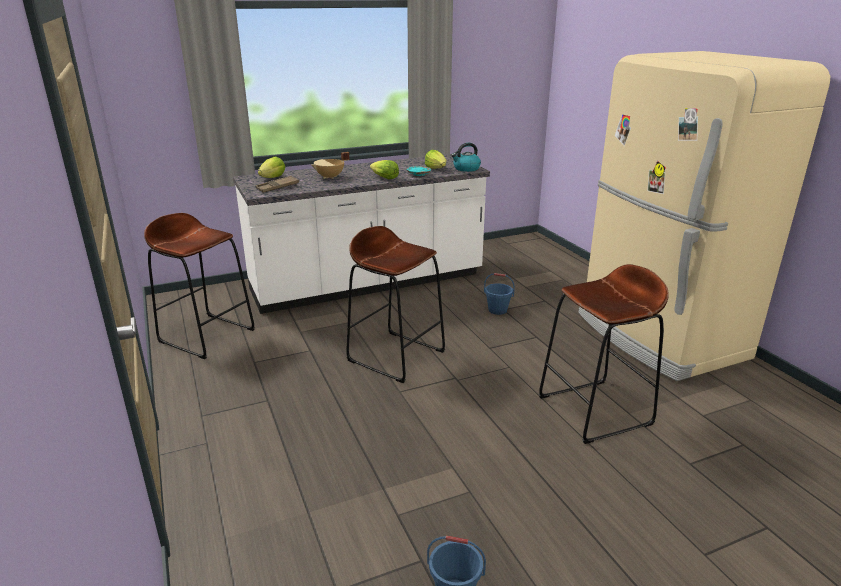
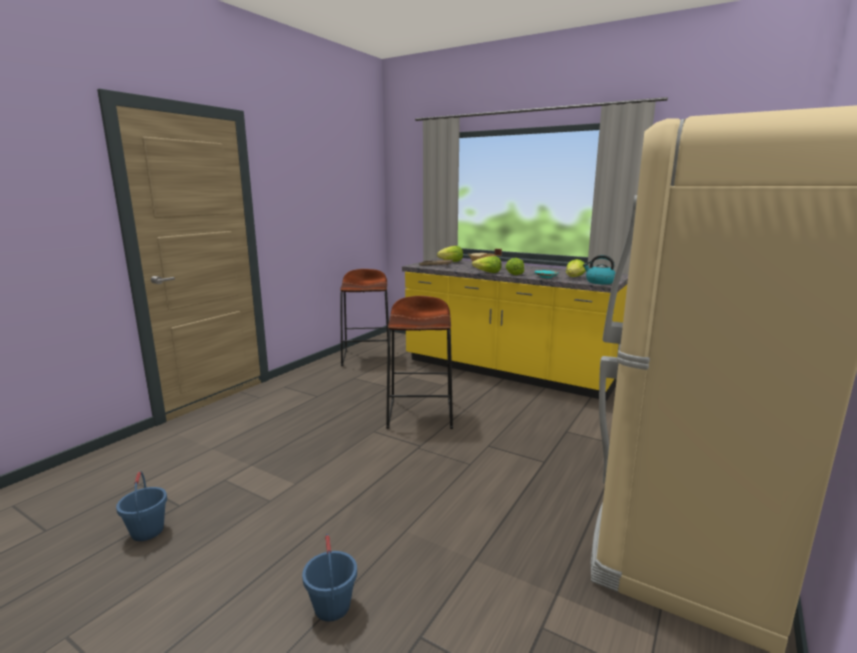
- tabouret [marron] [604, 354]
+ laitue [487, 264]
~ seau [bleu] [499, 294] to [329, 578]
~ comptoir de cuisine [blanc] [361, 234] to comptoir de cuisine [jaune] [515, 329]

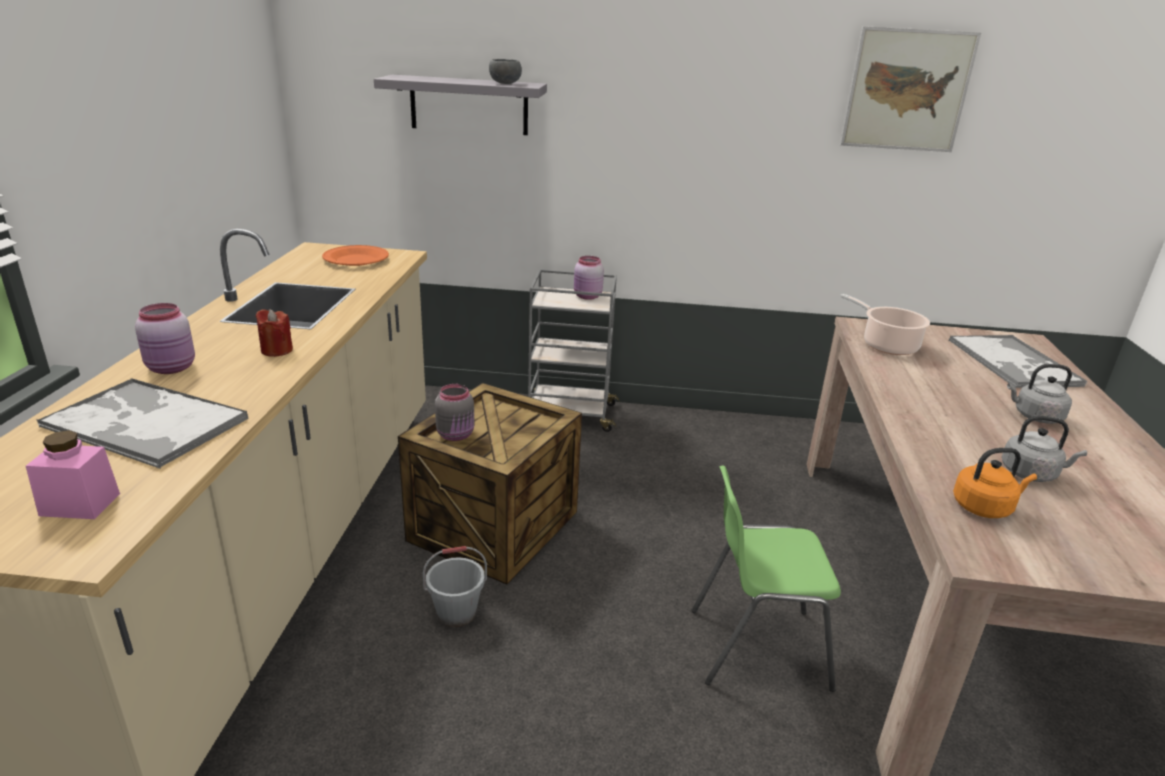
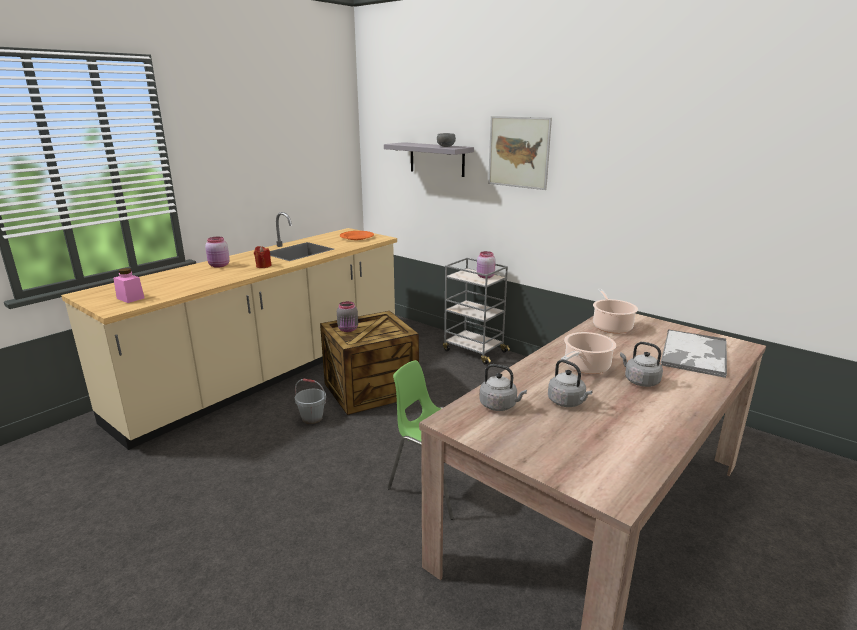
- plateau [142, 423]
+ marmite [588, 353]
~ tableau [910, 89] to [520, 153]
~ bouilloire [orange] [995, 483] to bouilloire [gris] [503, 387]

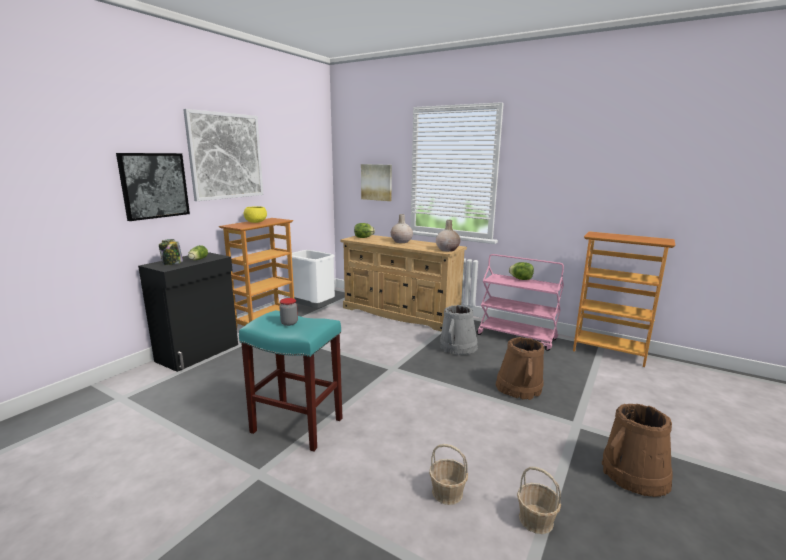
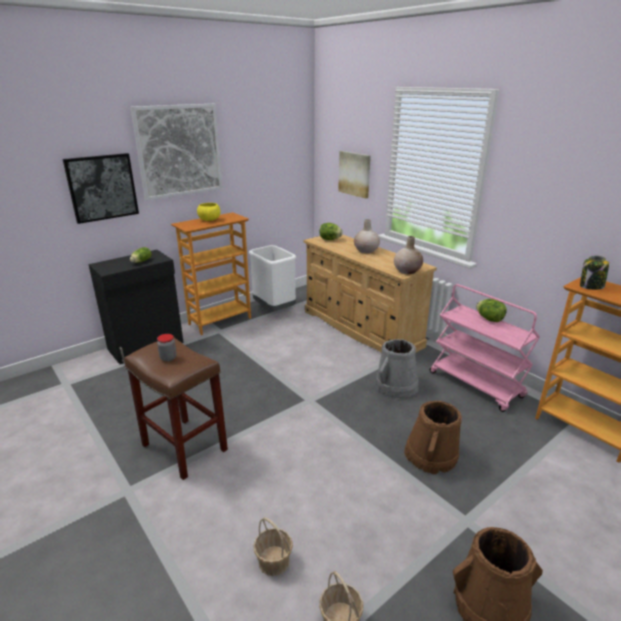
~ bocal [171, 252] to [594, 273]
~ tabouret [turquoise] [291, 381] to tabouret [marron] [176, 409]

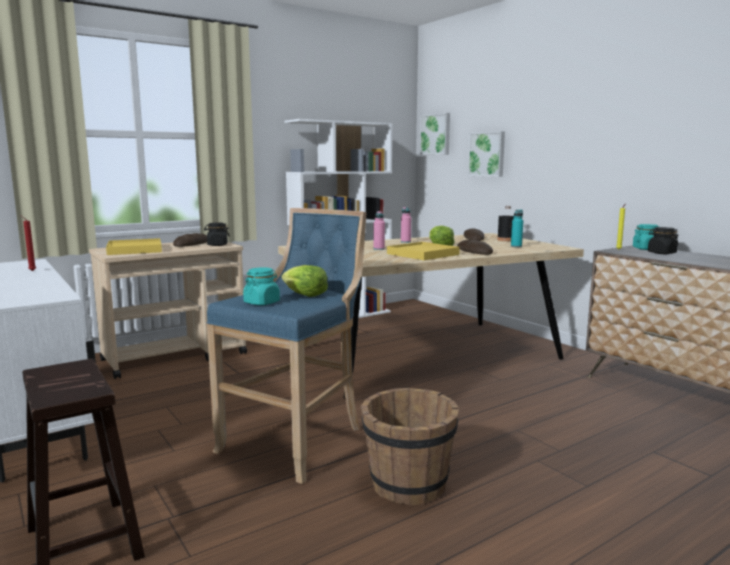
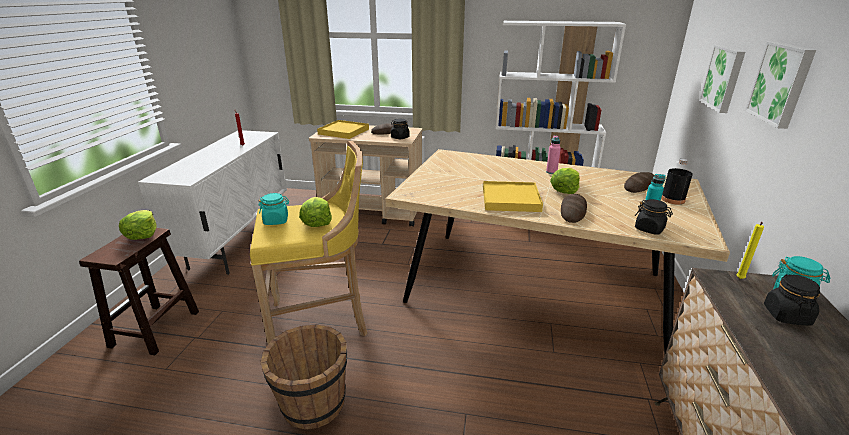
- bouteille [rose] [379, 230]
+ laitue [138, 225]
+ bocal [noir] [654, 217]
~ tableau [435, 134] to [780, 85]
~ tabouret [bleu] [287, 346] to tabouret [jaune] [308, 242]

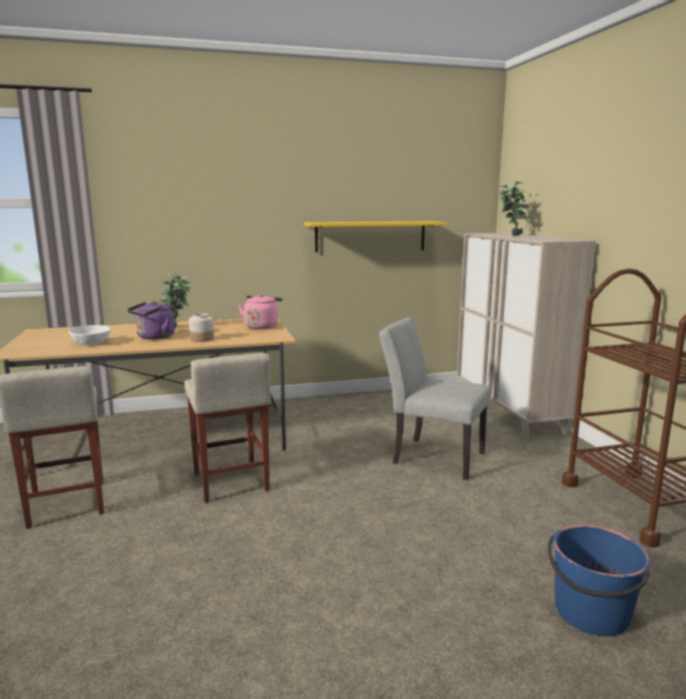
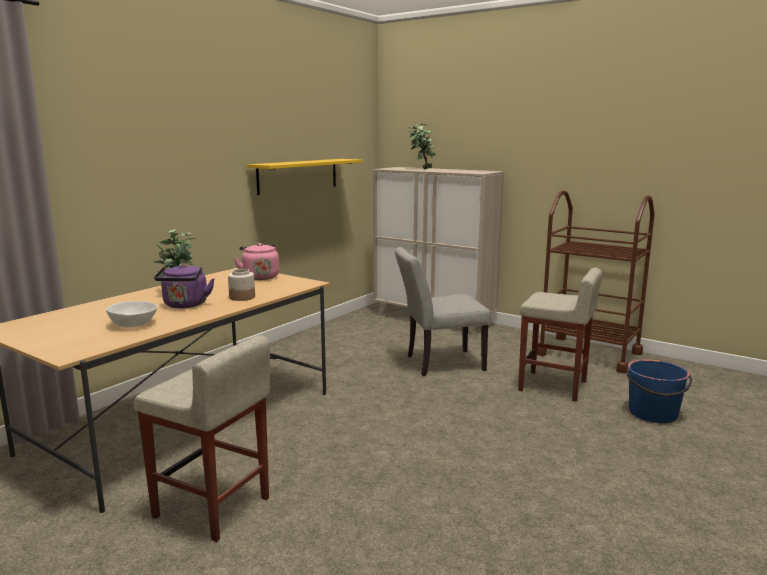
~ tabouret [beige] [227, 428] to [560, 335]

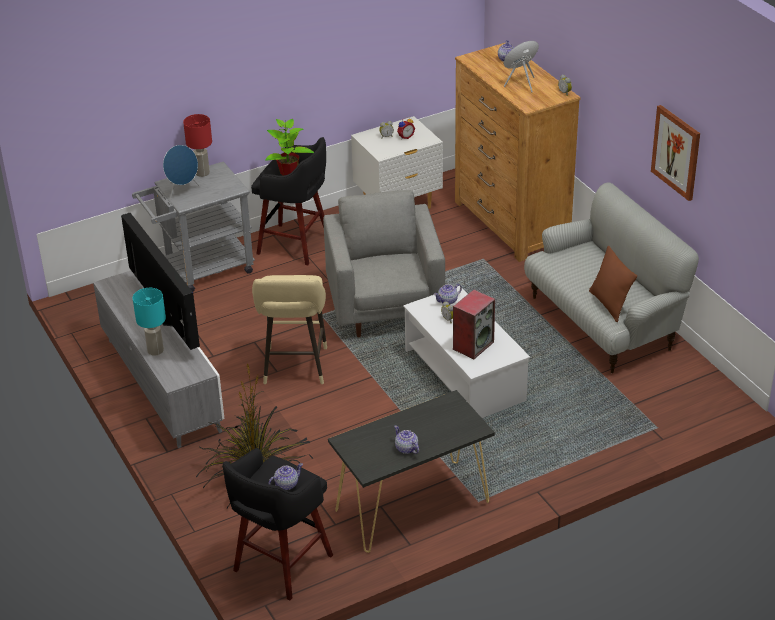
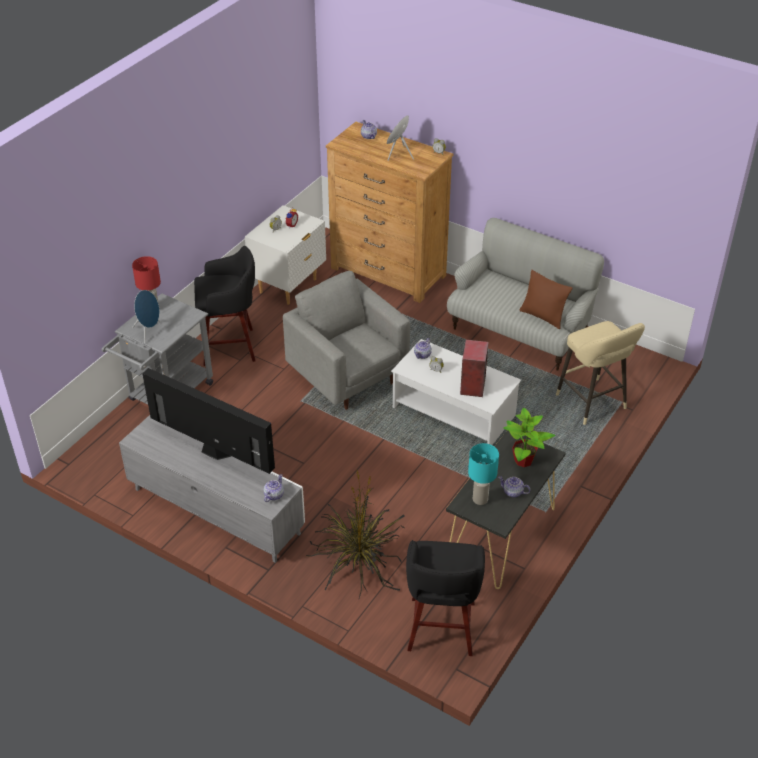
- tableau [675, 153]
~ lampe de table [turquoise] [149, 322] to [483, 474]
~ tabouret [beige] [289, 329] to [600, 373]
~ plante en pot [289, 147] to [529, 437]
~ théière [285, 476] to [274, 488]

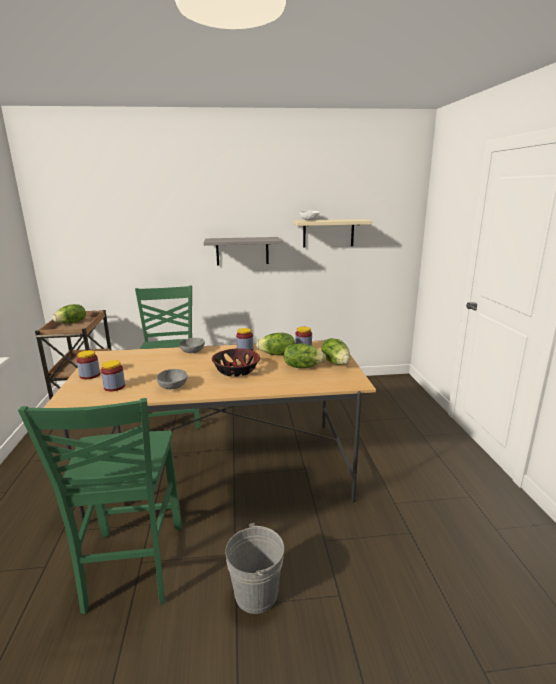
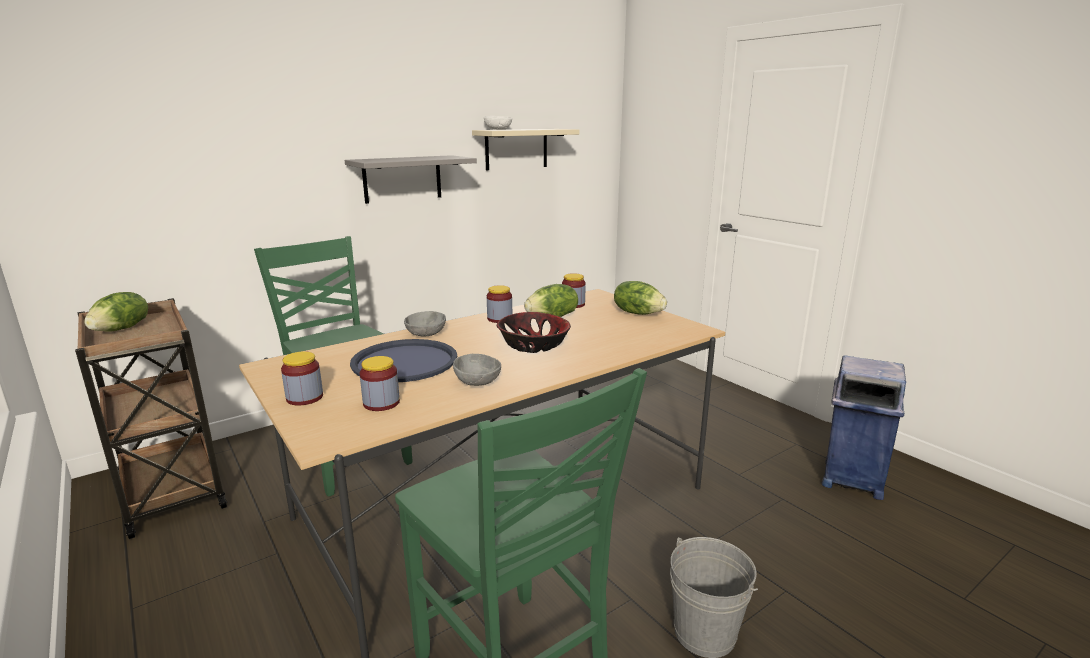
- laitue [305, 355]
+ plateau [bleu] [403, 360]
+ poubelle [bleu] [863, 427]

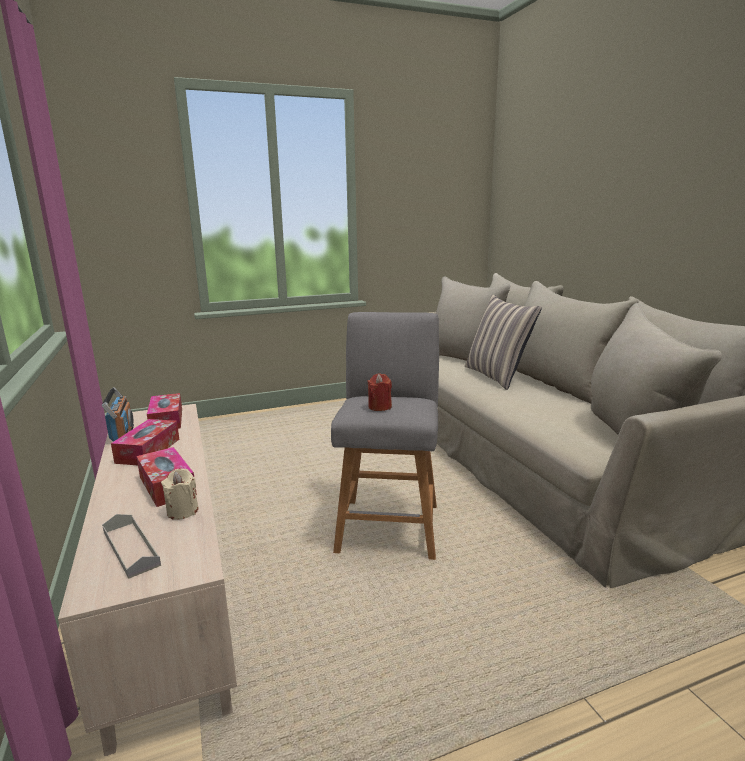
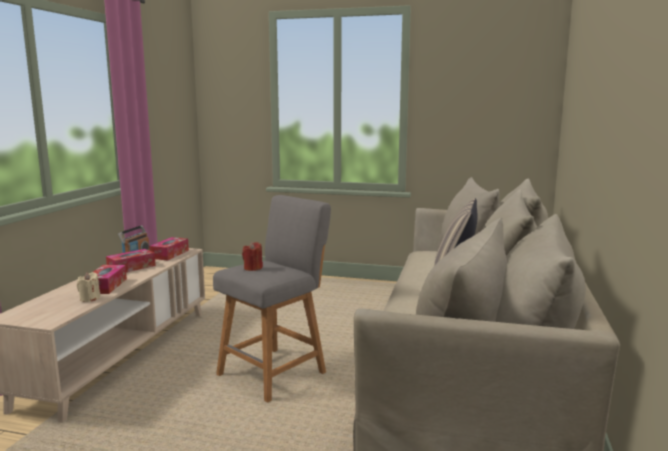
- plateau [gris] [131, 546]

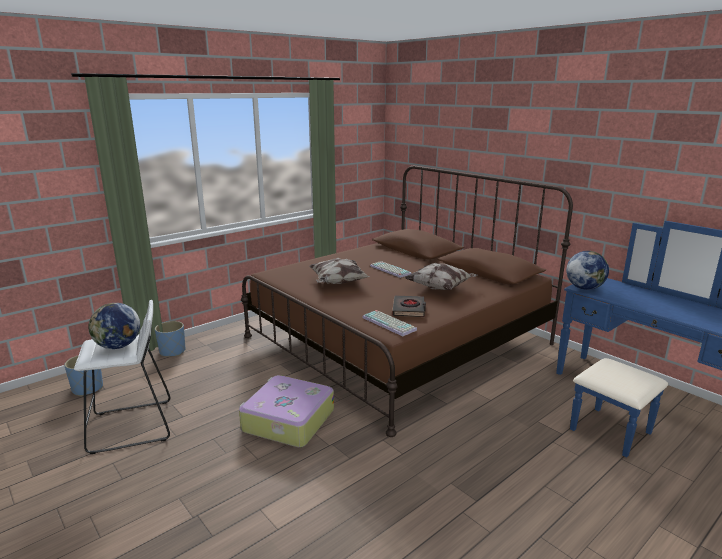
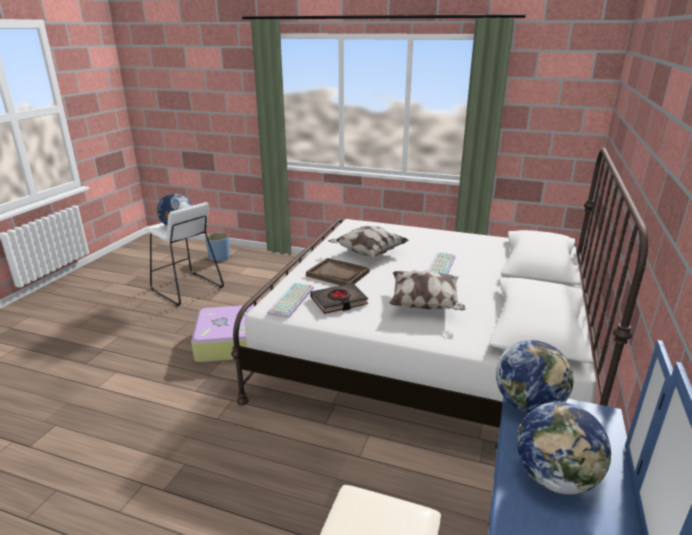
- cache-pot [bleu] [170, 339]
+ plateau [marron] [337, 272]
+ globe [564, 448]
~ lit [marron] [407, 301] to lit [blanc] [439, 288]

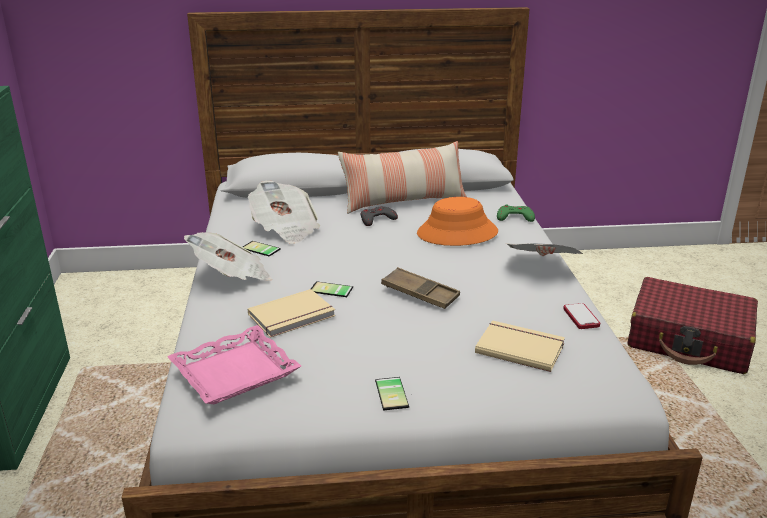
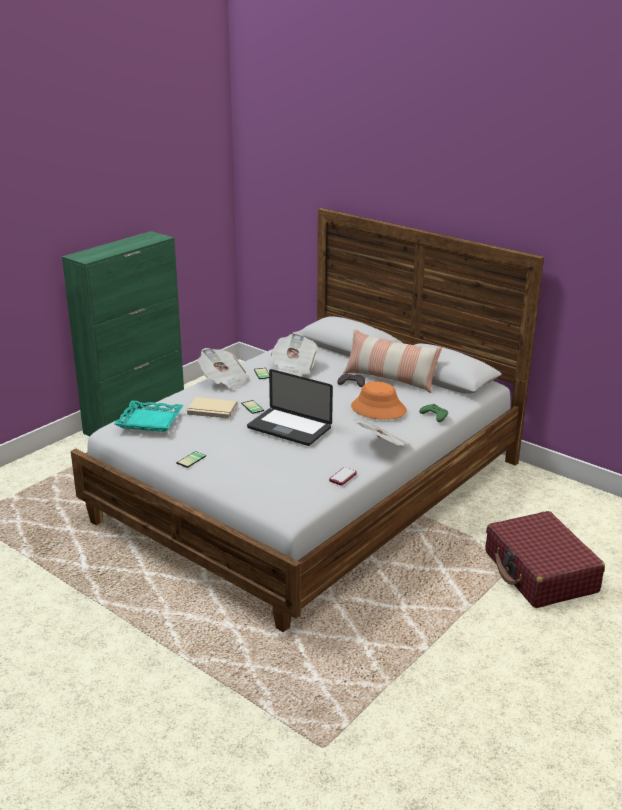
- livre [beige] [520, 346]
~ plateau [marron] [420, 288] to ordinateur portable [290, 407]
~ plateau [rose] [234, 364] to plateau [turquoise] [149, 416]

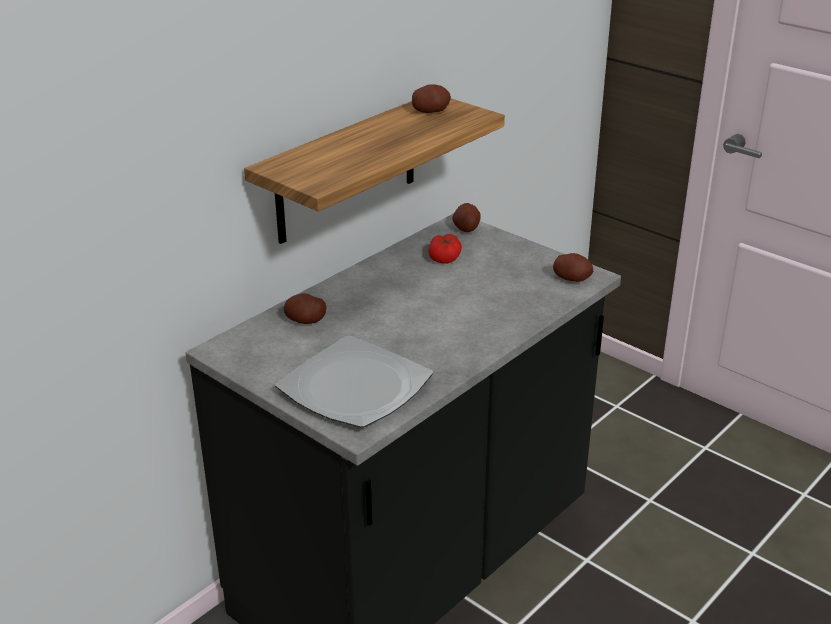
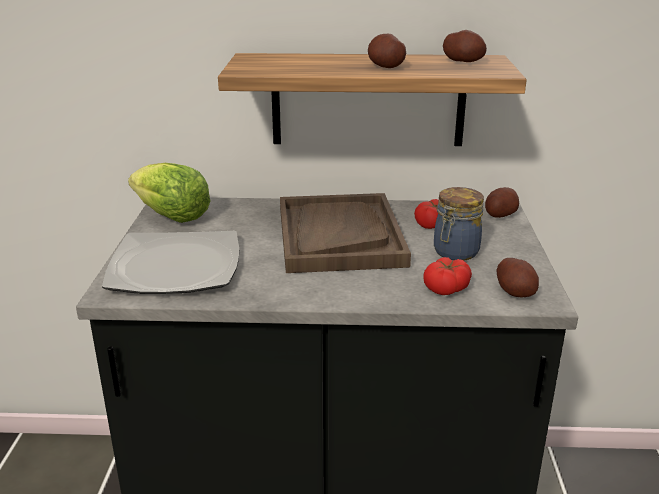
+ laitue [169, 193]
+ plateau [marron] [345, 233]
+ tomate [447, 276]
+ bocal [459, 224]
~ pomme de terre [305, 308] to [387, 51]

